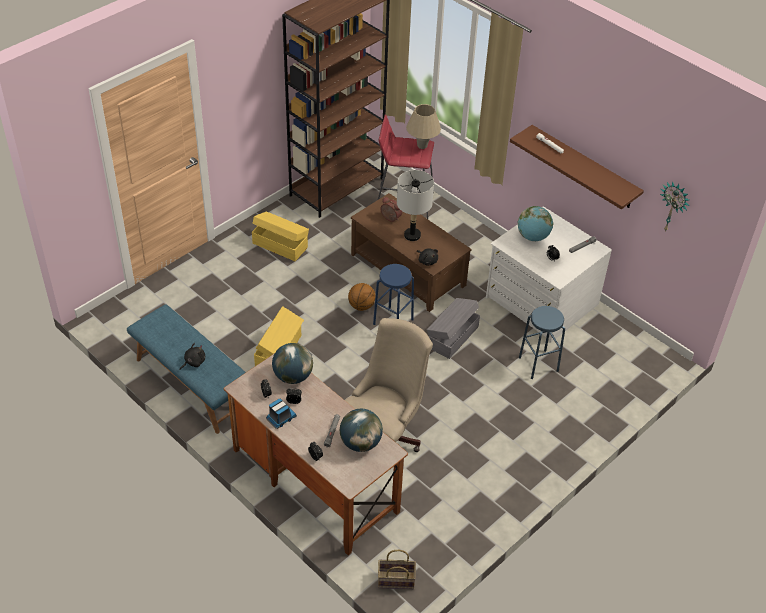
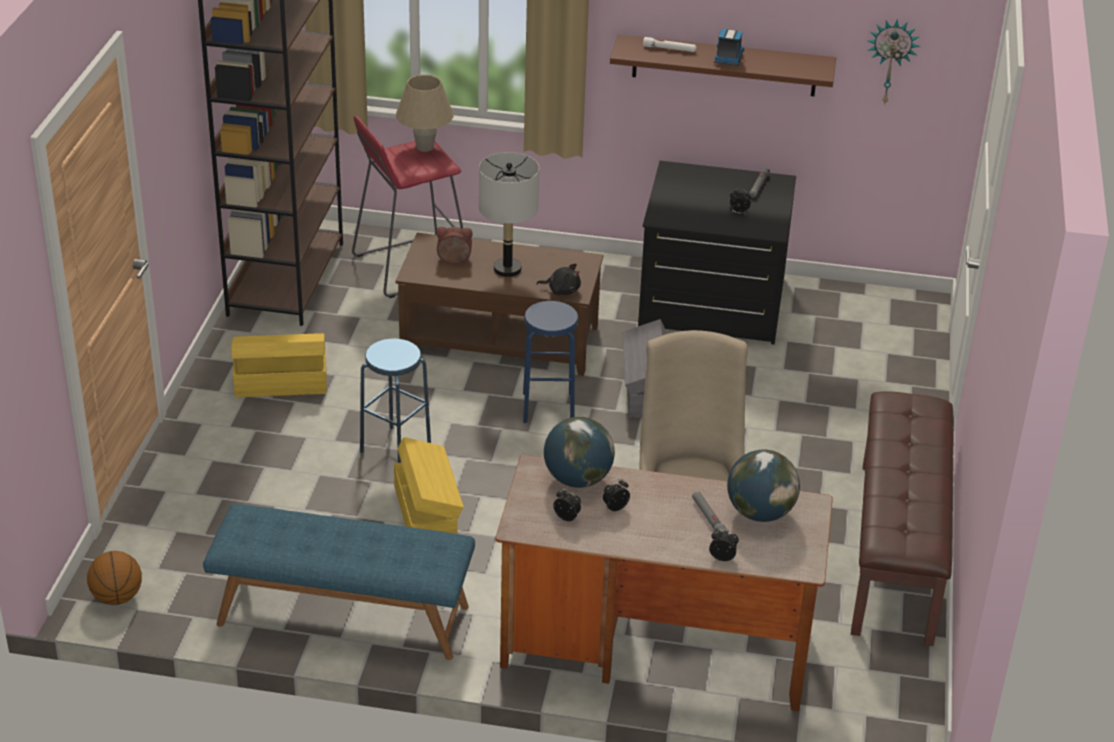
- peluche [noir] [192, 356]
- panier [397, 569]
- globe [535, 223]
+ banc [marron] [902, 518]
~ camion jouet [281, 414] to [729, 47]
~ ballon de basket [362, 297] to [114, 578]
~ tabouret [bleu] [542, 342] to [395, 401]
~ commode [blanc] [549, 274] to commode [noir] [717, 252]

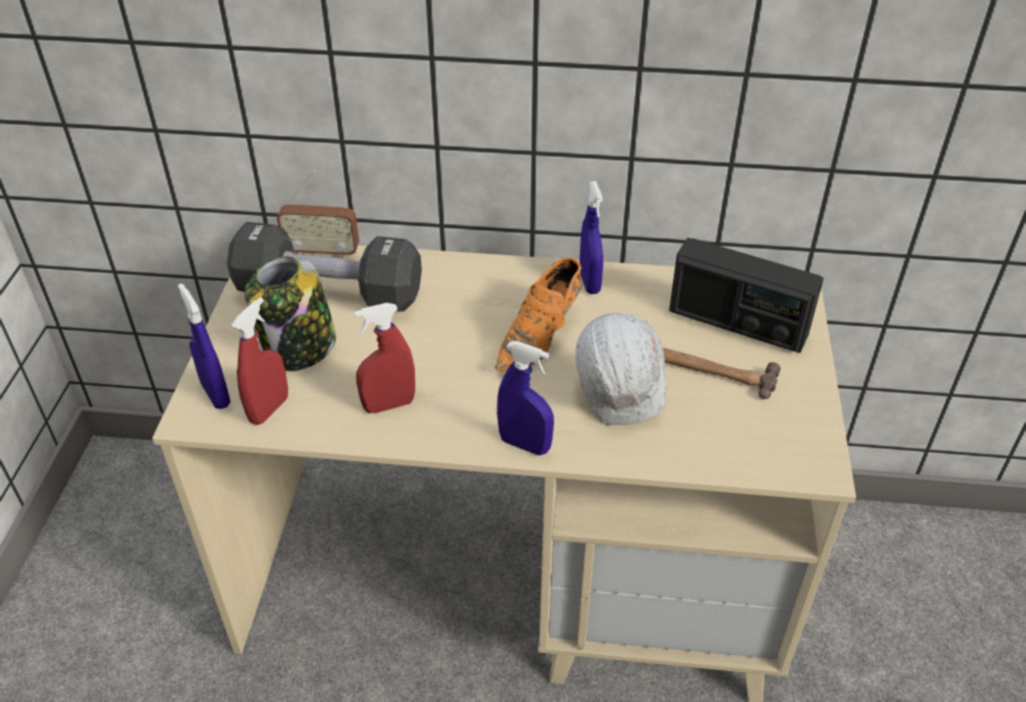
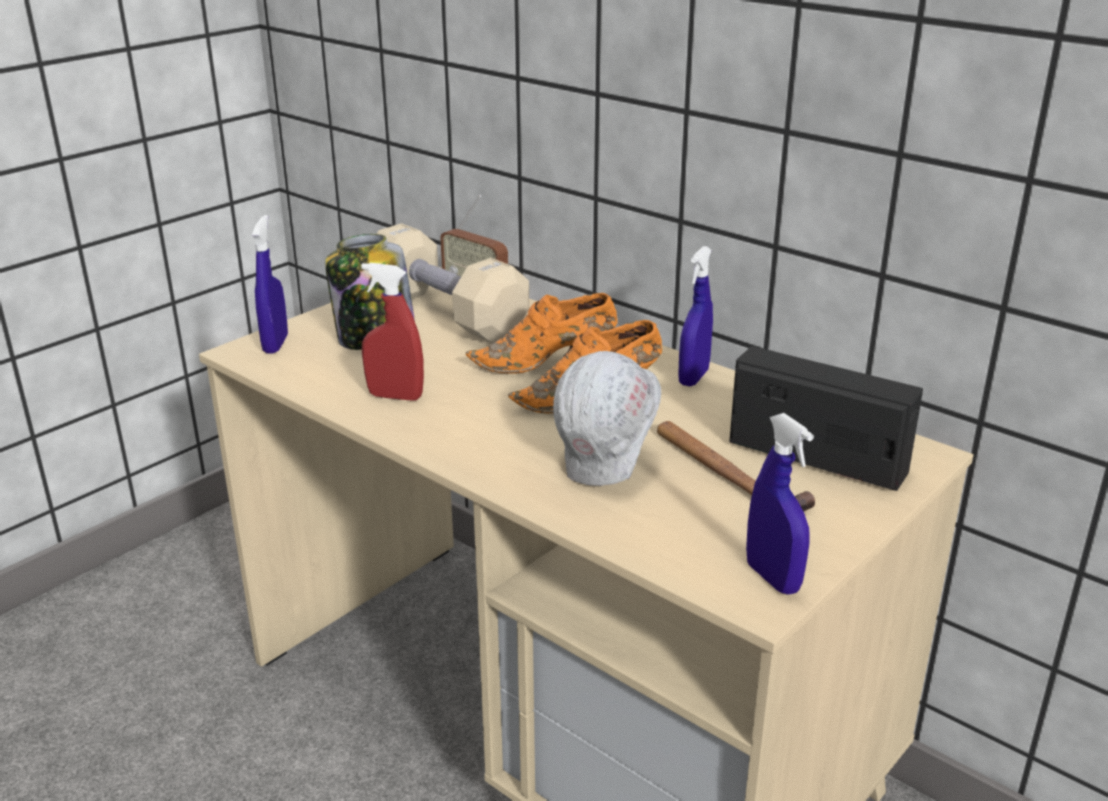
- vaporisateur [rouge] [260, 361]
+ chaussure [orange] [541, 333]
~ vaporisateur [bleu] [525, 398] to [780, 504]
~ haltère [noir] [324, 267] to haltère [beige] [453, 283]
~ radio [746, 295] = [826, 418] 150 degrees clockwise

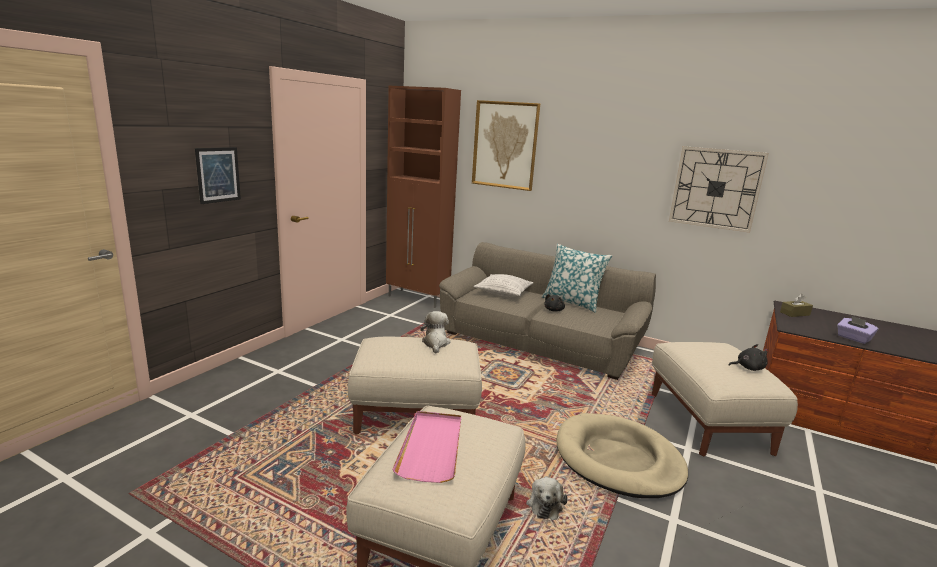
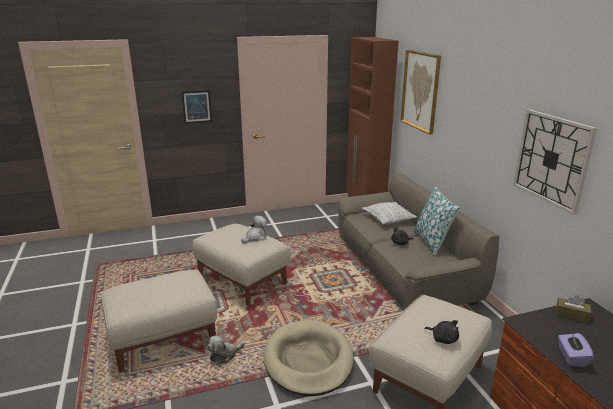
- plateau [rose] [426, 447]

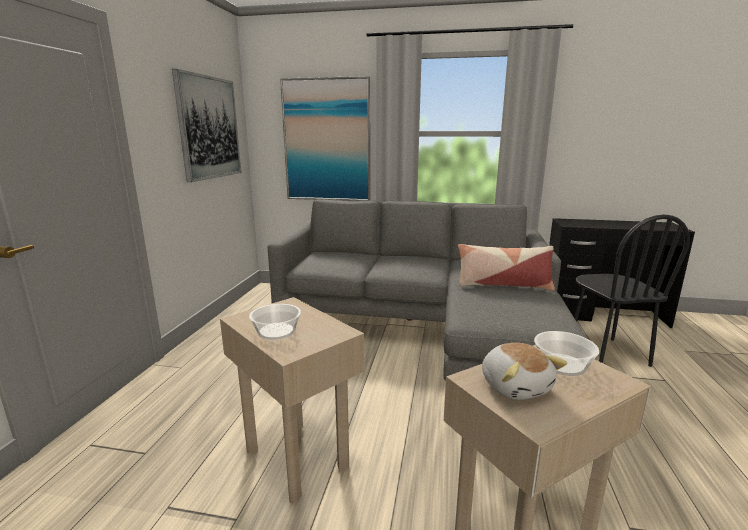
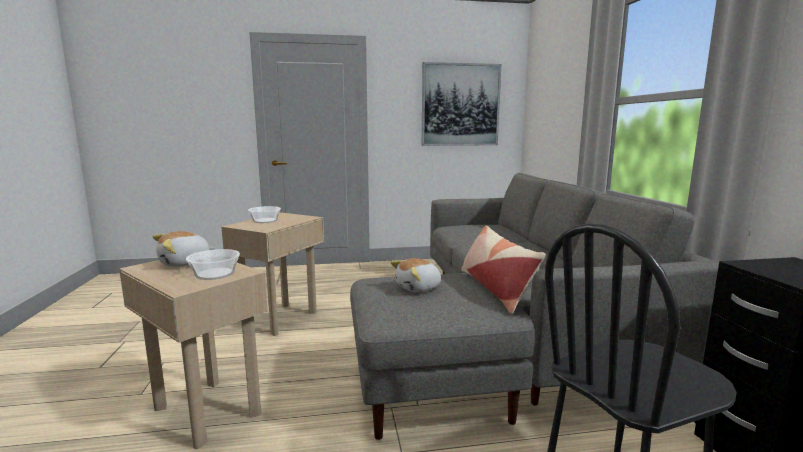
- tableau [325, 138]
+ peluche [416, 275]

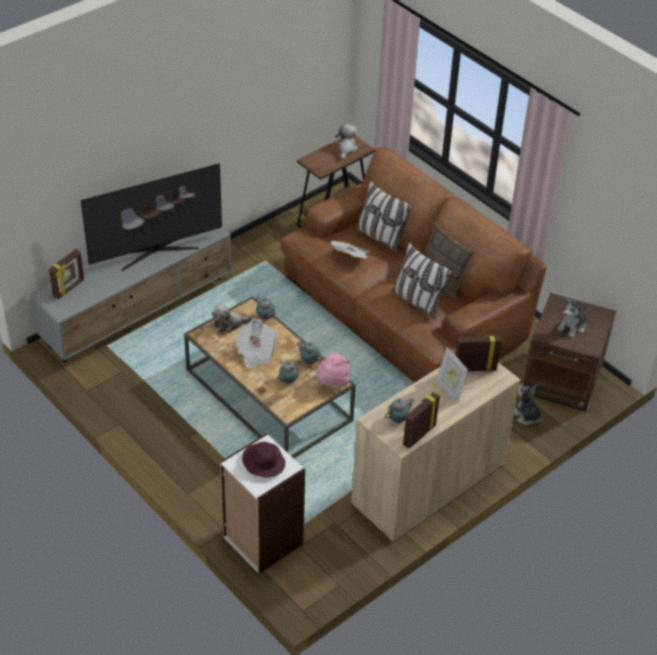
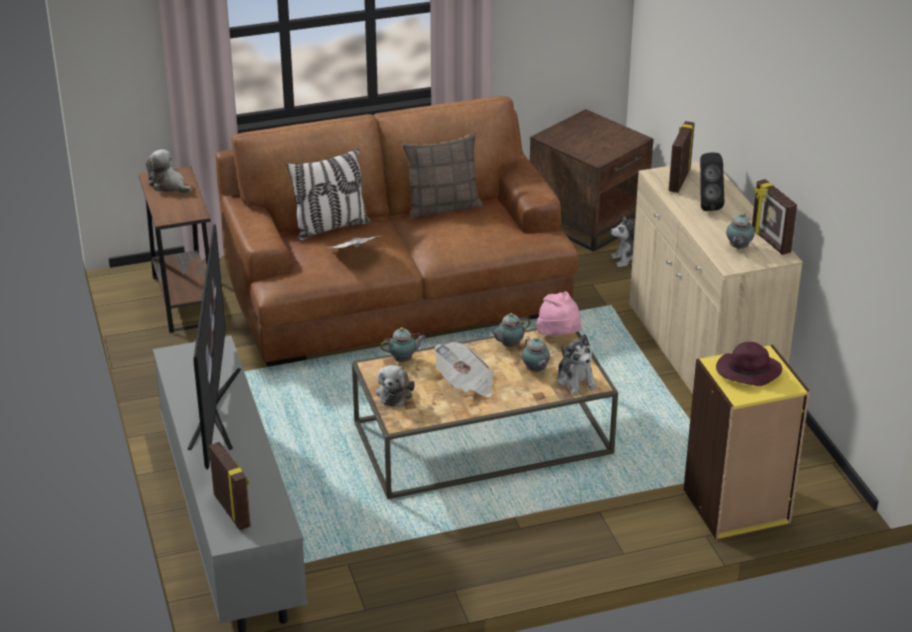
- coussin [422, 280]
~ peluche [572, 317] to [577, 364]
~ cadre photo [452, 375] to enceinte [noir] [712, 182]
~ bibliothèque [blanc] [262, 503] to bibliothèque [jaune] [746, 442]
~ théière [400, 410] = [740, 231] 150 degrees counterclockwise

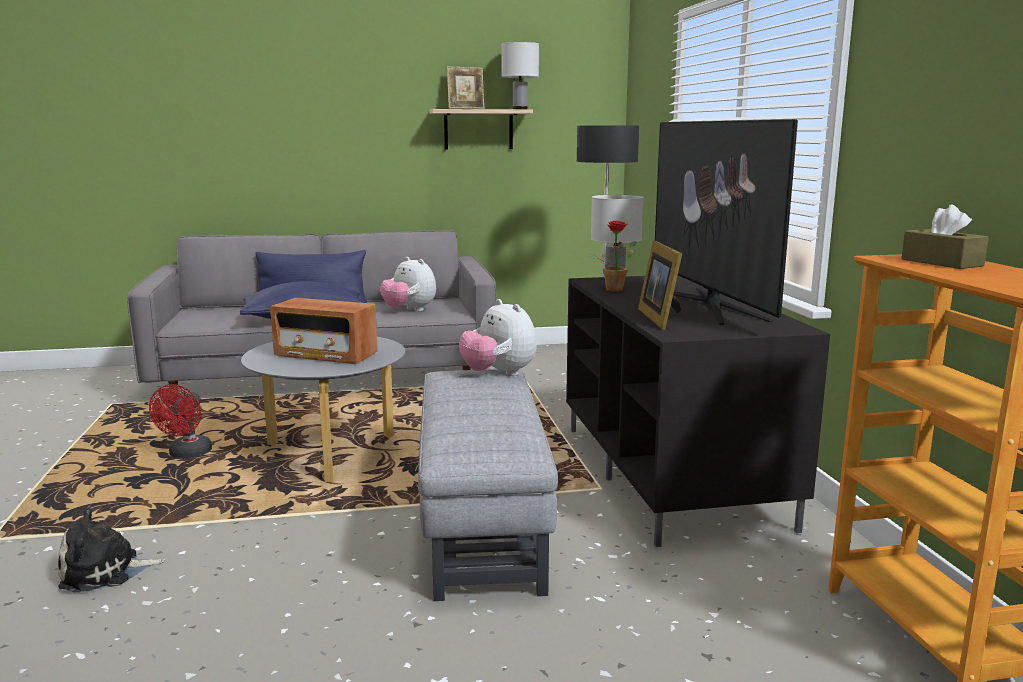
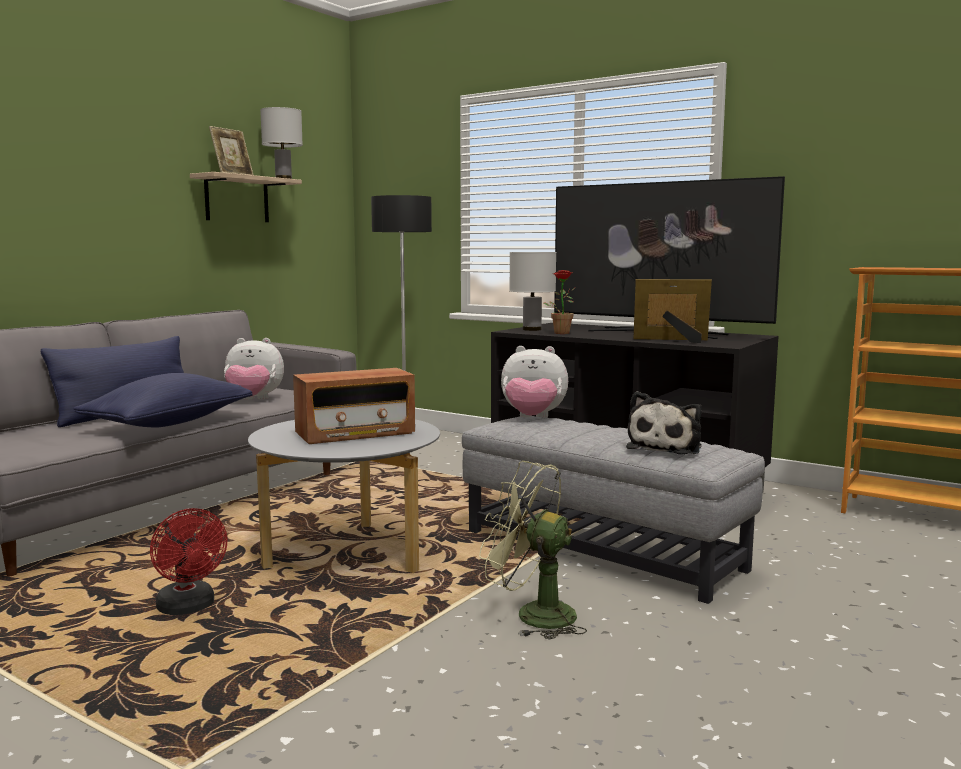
- boîte à mouchoirs [marron] [945, 236]
+ ventilateur [vert] [533, 550]
~ peluche [112, 549] to [664, 422]
~ cadre photo [660, 285] = [672, 311] 150 degrees clockwise

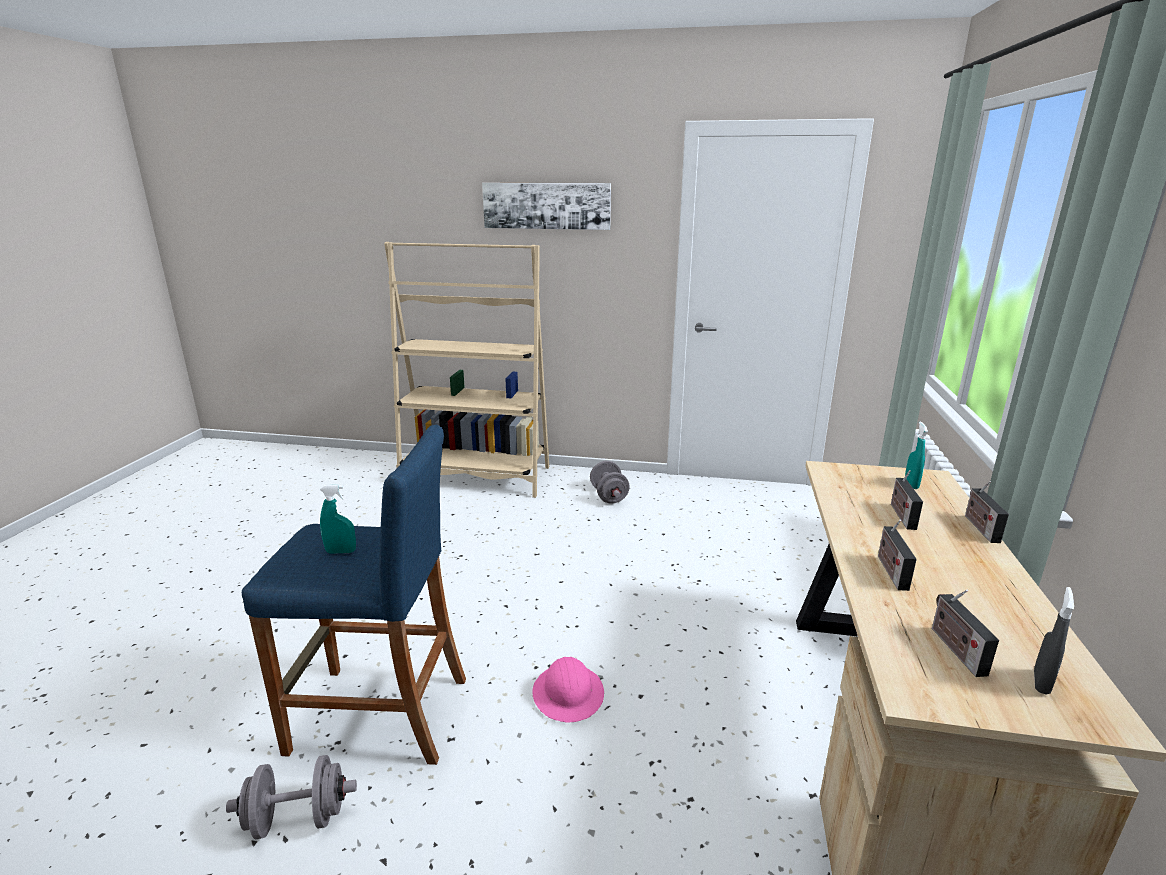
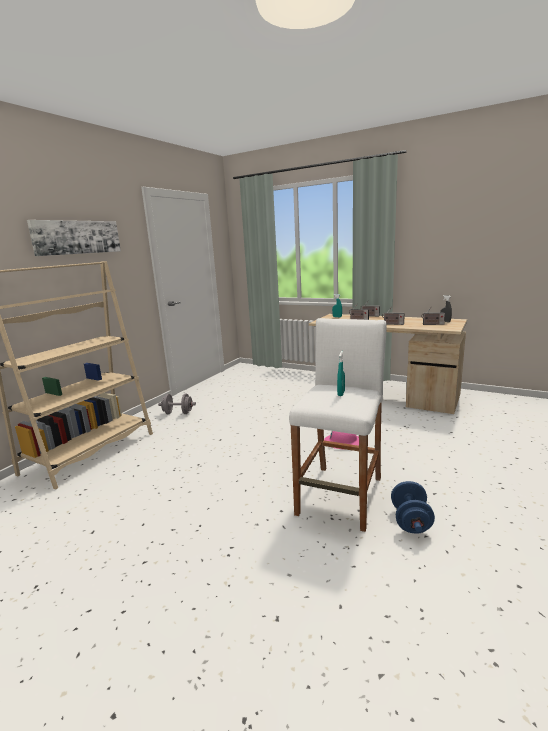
~ haltère [gris] [291, 797] to haltère [bleu] [413, 507]
~ tabouret [bleu] [354, 595] to tabouret [blanc] [338, 425]

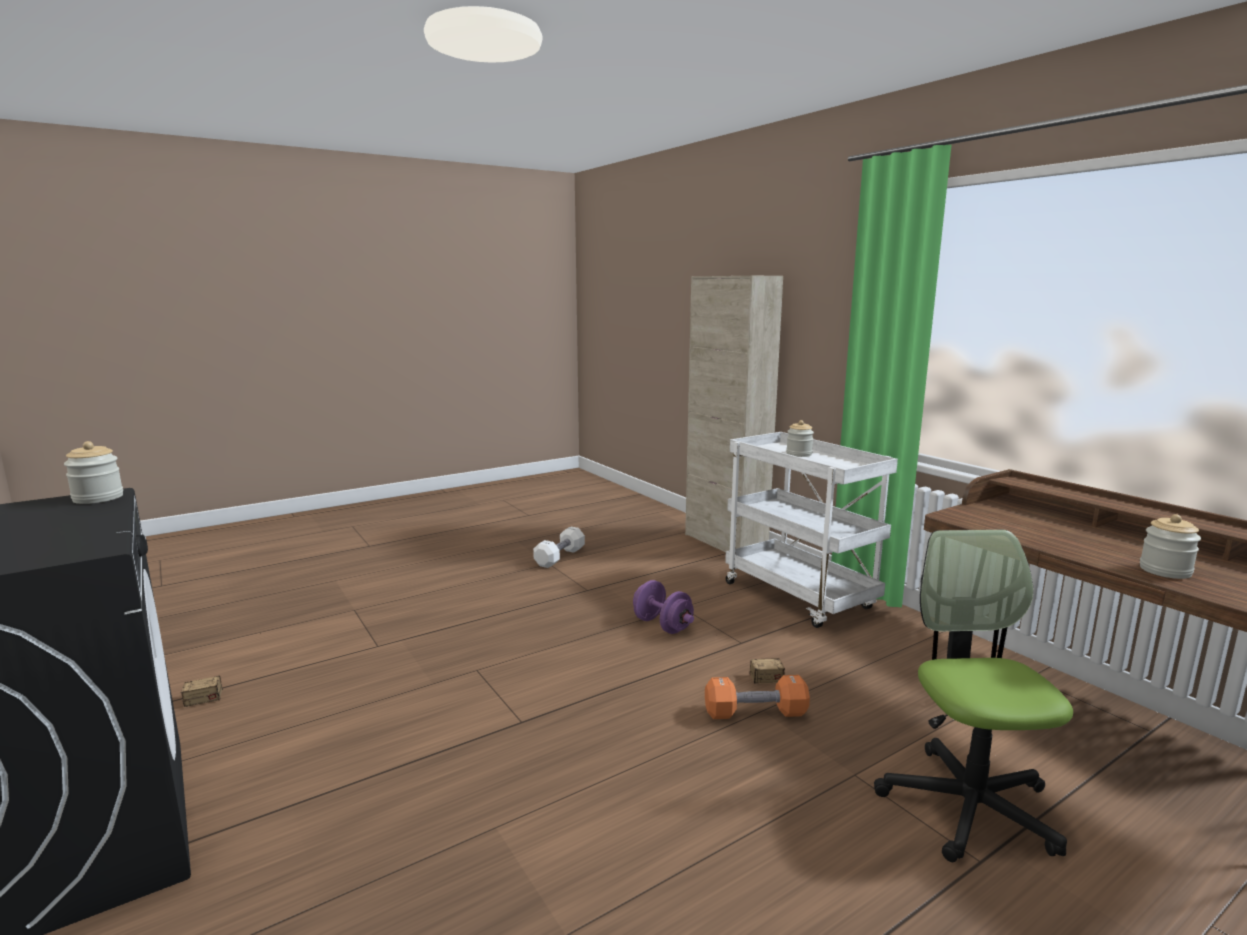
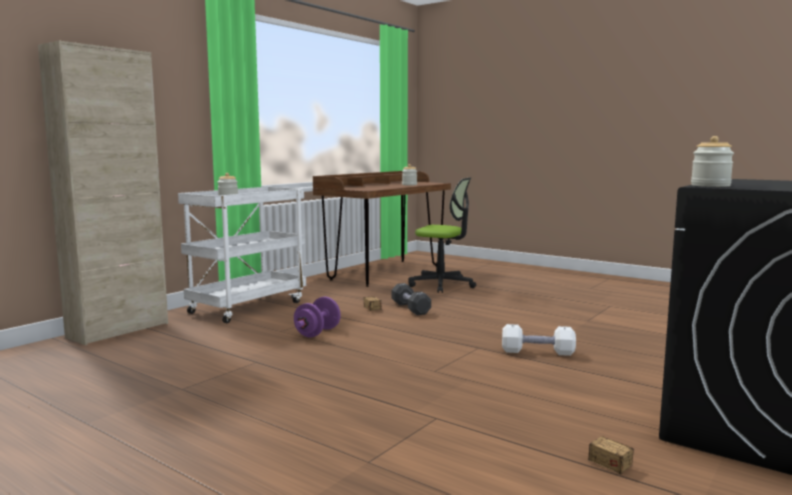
~ haltère [blanc] [559, 547] to [539, 340]
~ haltère [orange] [757, 697] to haltère [noir] [411, 299]
~ chaise de bureau [973, 696] = [442, 235] 135 degrees counterclockwise

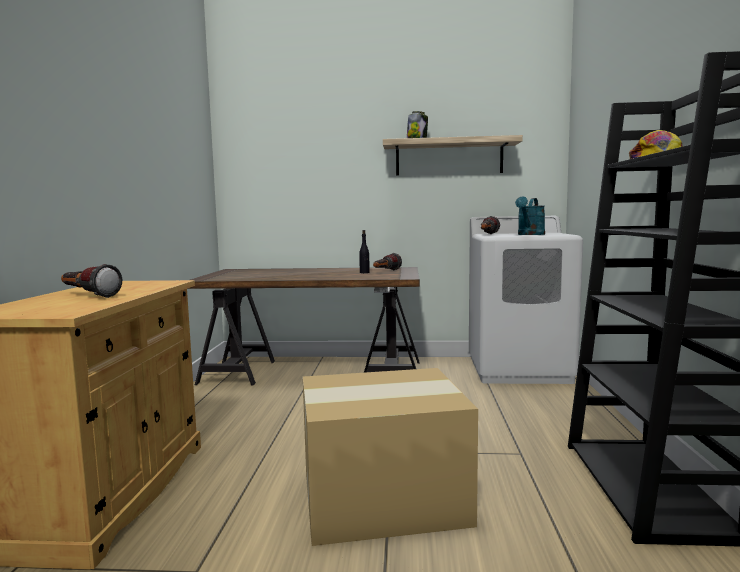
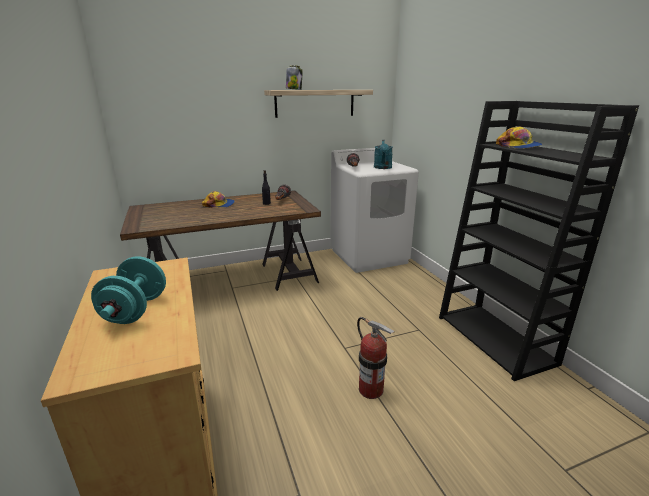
+ casquette [218, 199]
~ lampe de poche [91, 281] to haltère [turquoise] [128, 290]
~ carton [390, 457] to extincteur [376, 358]

